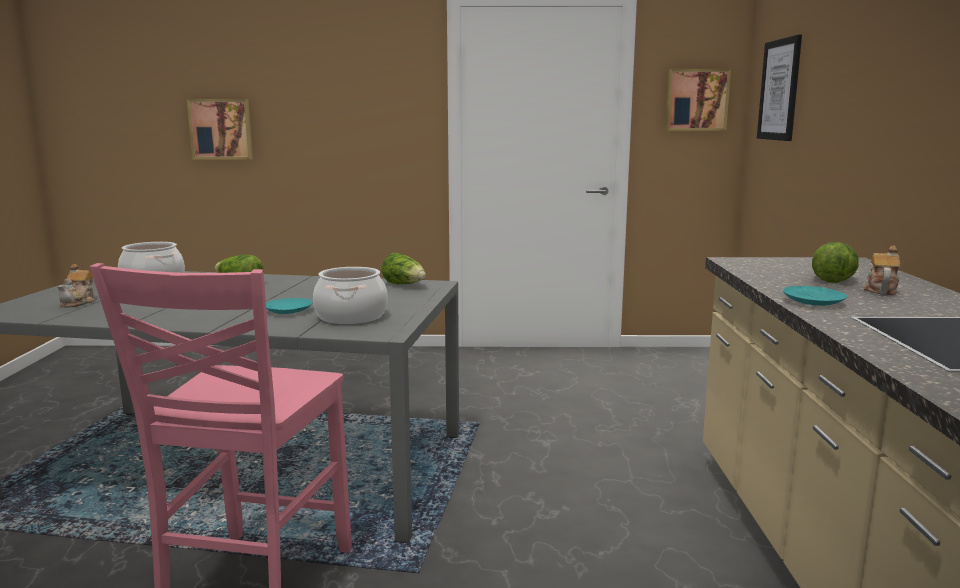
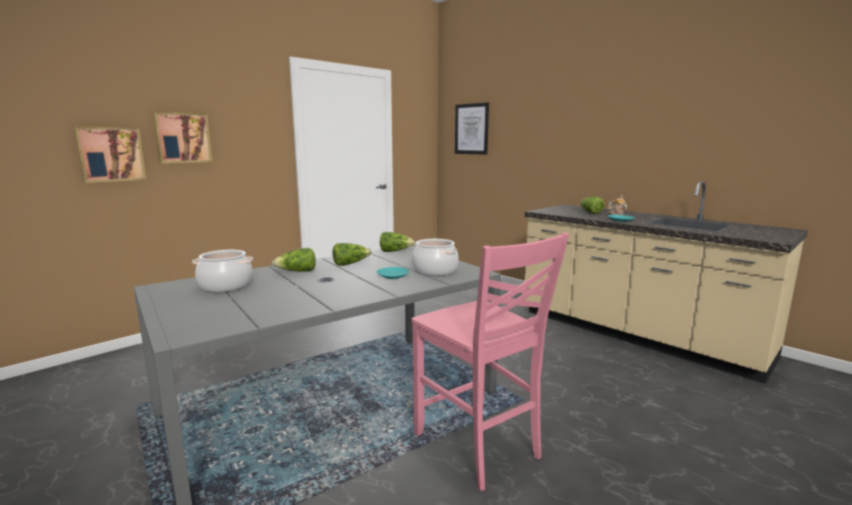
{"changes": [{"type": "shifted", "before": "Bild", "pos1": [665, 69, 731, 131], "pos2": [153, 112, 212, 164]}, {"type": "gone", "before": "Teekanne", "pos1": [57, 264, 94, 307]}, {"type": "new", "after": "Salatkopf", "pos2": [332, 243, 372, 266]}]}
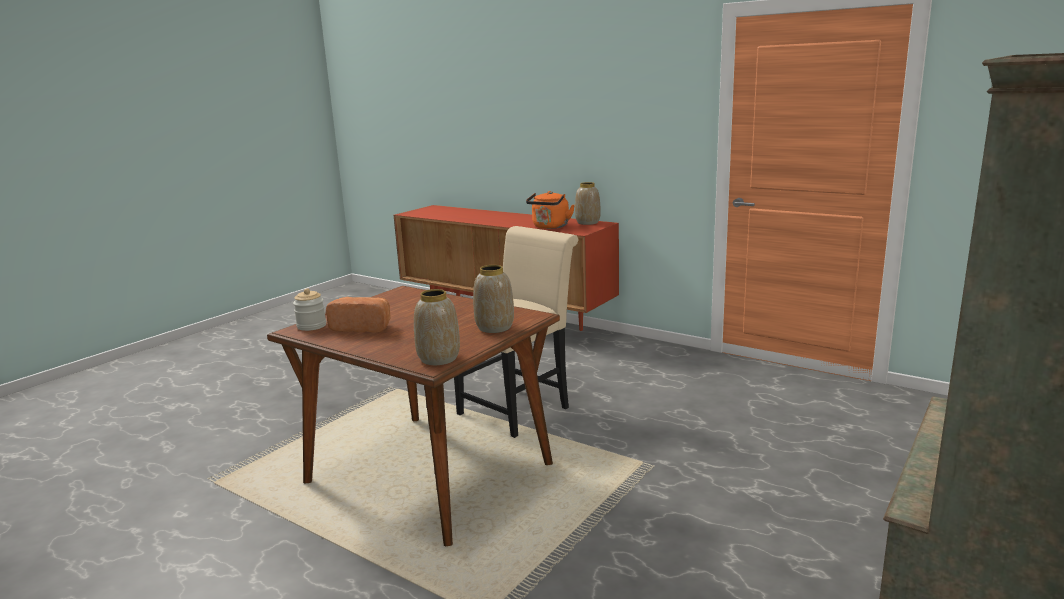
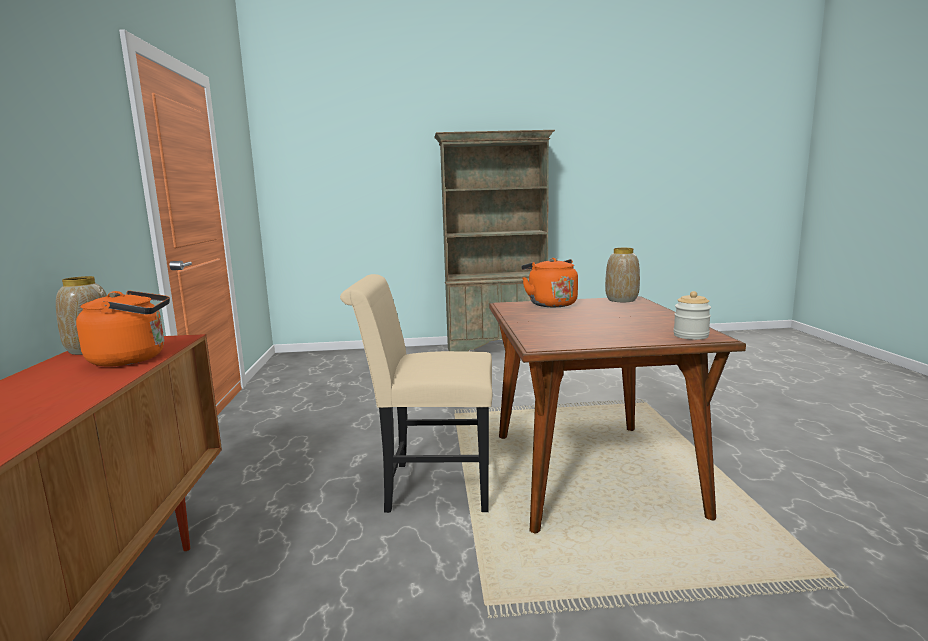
{"changes": [{"type": "swapped", "before": "Vase", "after": "Wasserkessel [orange]", "pos1": [473, 265, 514, 333], "pos2": [521, 258, 578, 307]}, {"type": "gone", "before": "Brot", "pos1": [326, 297, 390, 333]}]}
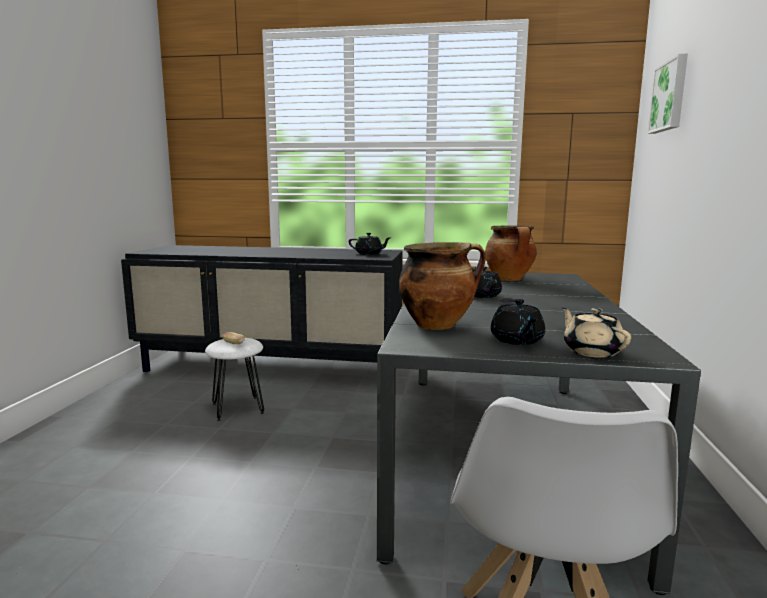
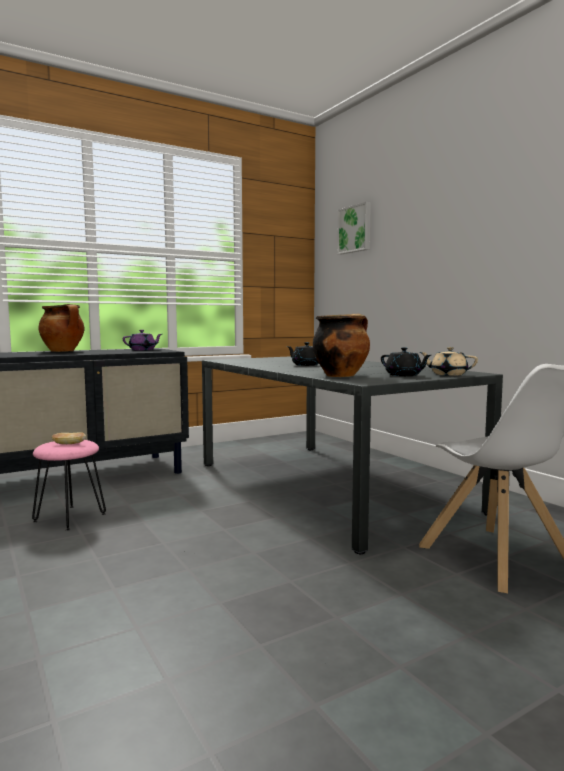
{"changes": [{"type": "shifted", "before": "Kochtopf", "pos1": [485, 225, 537, 281], "pos2": [38, 304, 85, 352]}, {"type": "repainted", "before": "Teekanne [schwarz]", "after": "Teekanne [lila]", "pos1": [349, 233, 392, 255], "pos2": [123, 330, 162, 351]}, {"type": "repainted", "before": "Hocker [weiß]", "after": "Hocker [rosa]", "pos1": [205, 338, 264, 421], "pos2": [32, 440, 106, 531]}]}
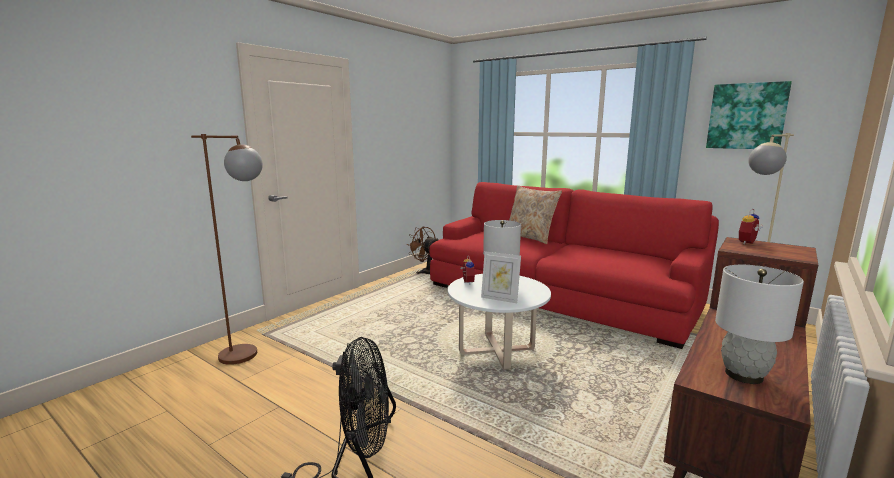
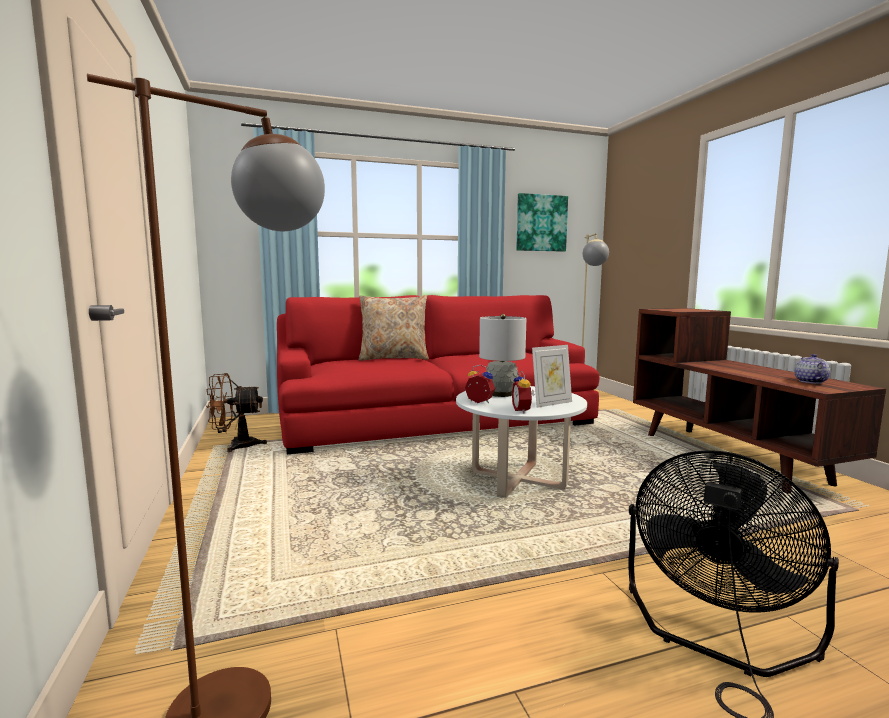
{"changes": [{"type": "shifted", "before": "Wecker", "pos1": [739, 209, 763, 244], "pos2": [512, 371, 535, 413]}, {"type": "swapped", "before": "Tischlampe [weiß]", "after": "Teekanne", "pos1": [715, 265, 804, 384], "pos2": [794, 354, 830, 384]}]}
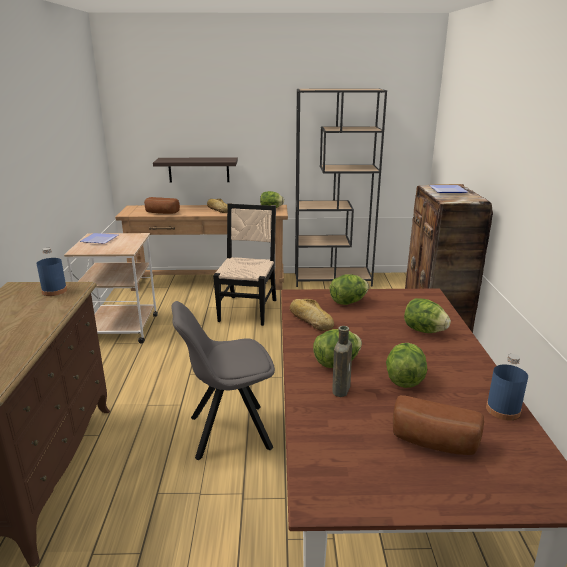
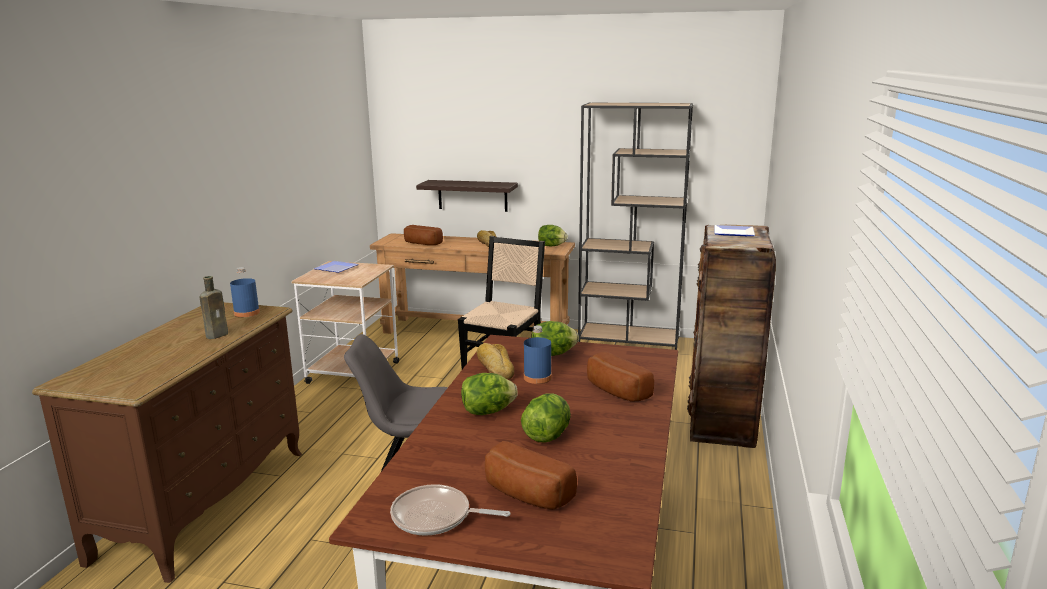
{"changes": [{"type": "swapped", "before": "Salatkopf", "after": "Brot", "pos1": [404, 298, 451, 333], "pos2": [587, 351, 654, 402]}, {"type": "shifted", "before": "Flasche [braun]", "pos1": [333, 326, 352, 397], "pos2": [200, 276, 228, 339]}, {"type": "shifted", "before": "Flasche [blau]", "pos1": [486, 354, 528, 420], "pos2": [524, 325, 552, 384]}, {"type": "new", "after": "Pfanne", "pos2": [390, 484, 510, 536]}]}
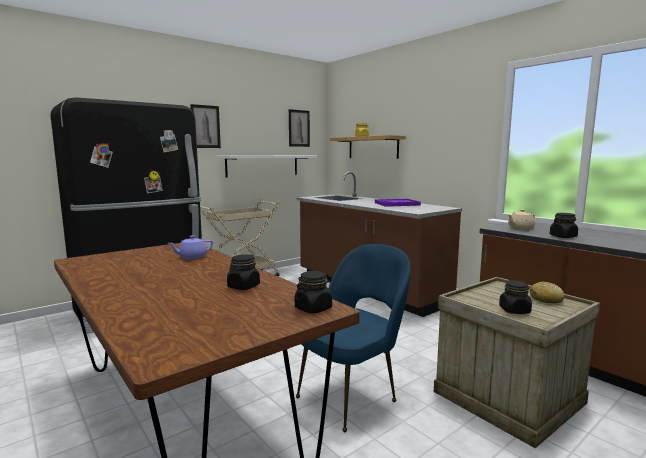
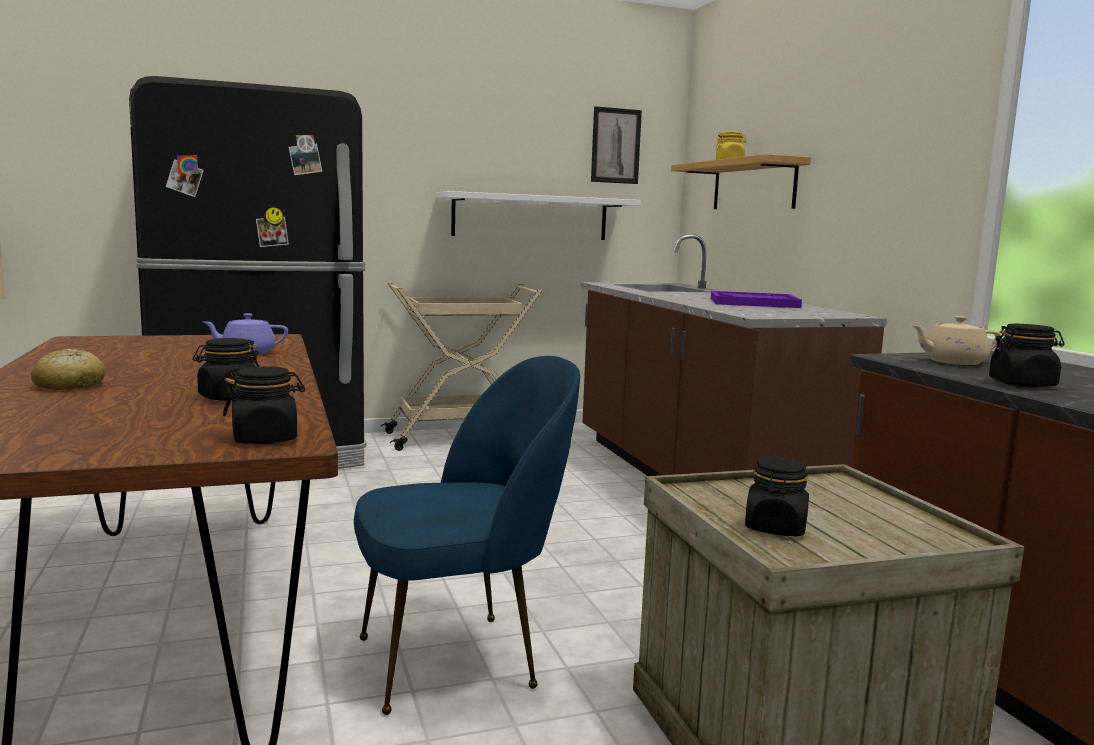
{"changes": [{"type": "gone", "before": "Bild", "pos1": [190, 104, 221, 148]}, {"type": "shifted", "before": "Brot", "pos1": [530, 281, 565, 303], "pos2": [31, 348, 106, 390]}]}
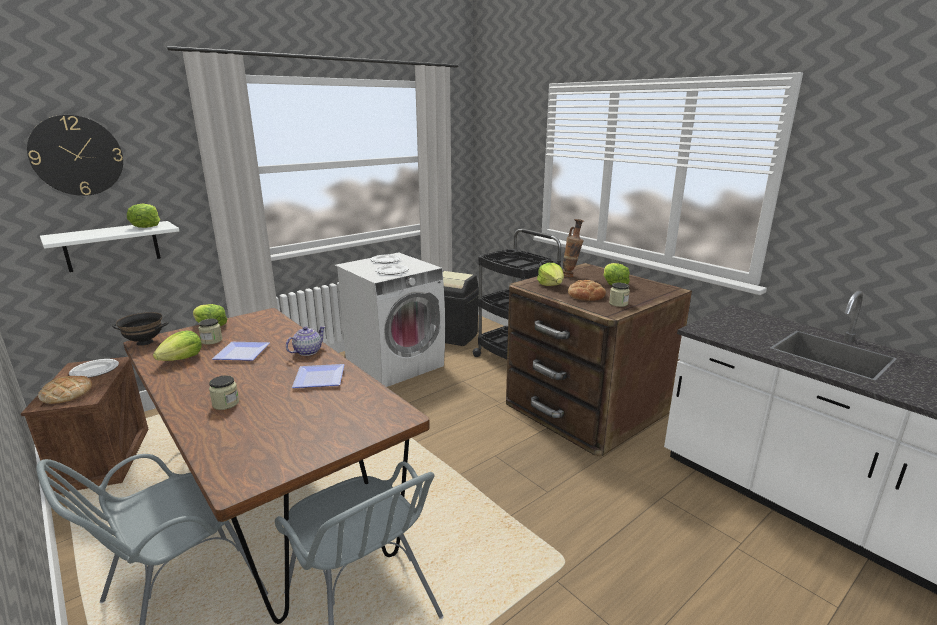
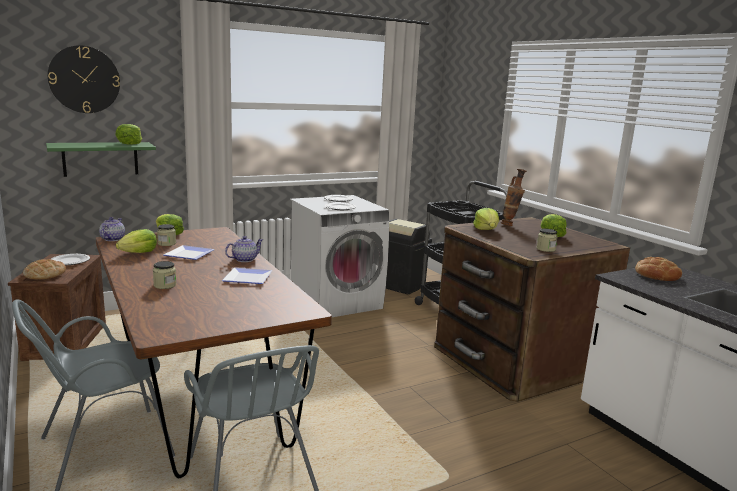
{"changes": [{"type": "repainted", "before": "Wandregal [weiß]", "after": "Wandregal [grün]", "pos1": [40, 221, 179, 272], "pos2": [46, 142, 156, 177]}, {"type": "shifted", "before": "Brot", "pos1": [568, 280, 606, 301], "pos2": [635, 257, 682, 281]}, {"type": "swapped", "before": "Schüssel [schwarz]", "after": "Teekanne", "pos1": [112, 312, 169, 346], "pos2": [99, 217, 125, 241]}]}
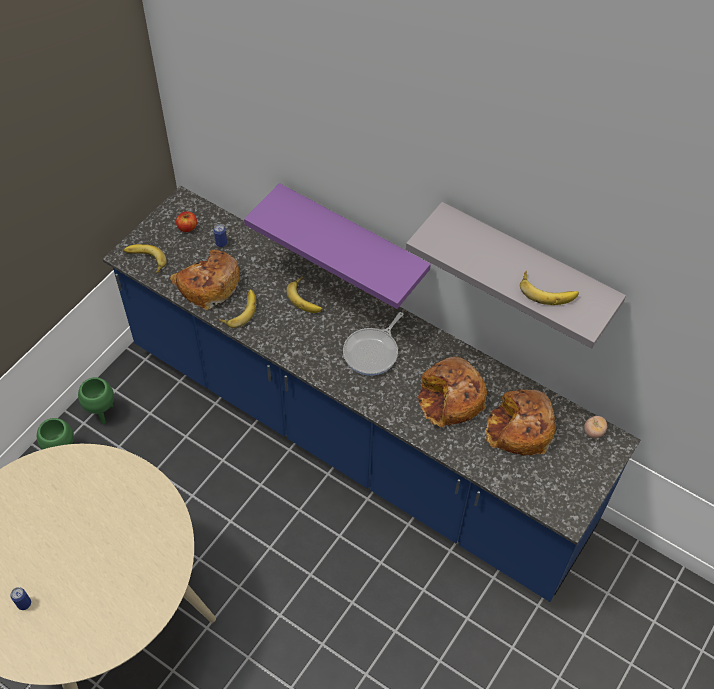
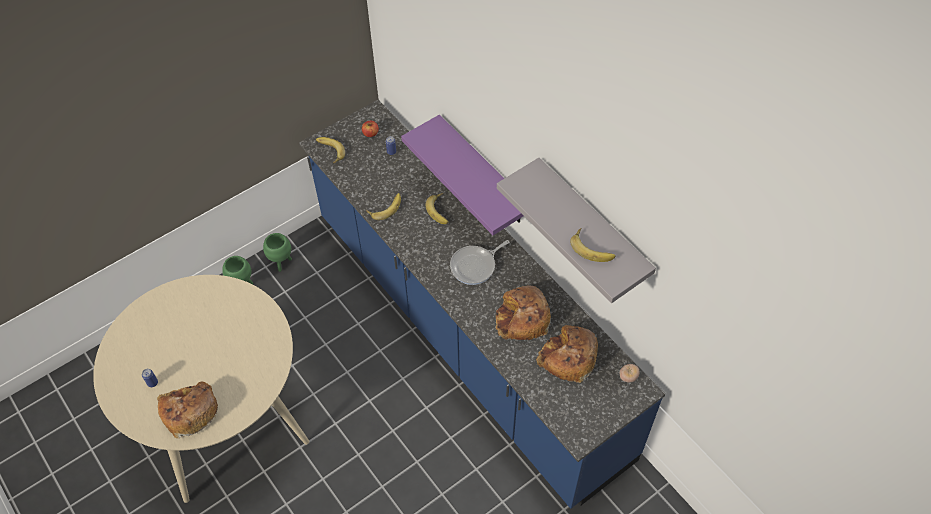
{"changes": [{"type": "shifted", "before": "Brot", "pos1": [170, 249, 240, 310], "pos2": [157, 382, 218, 438]}]}
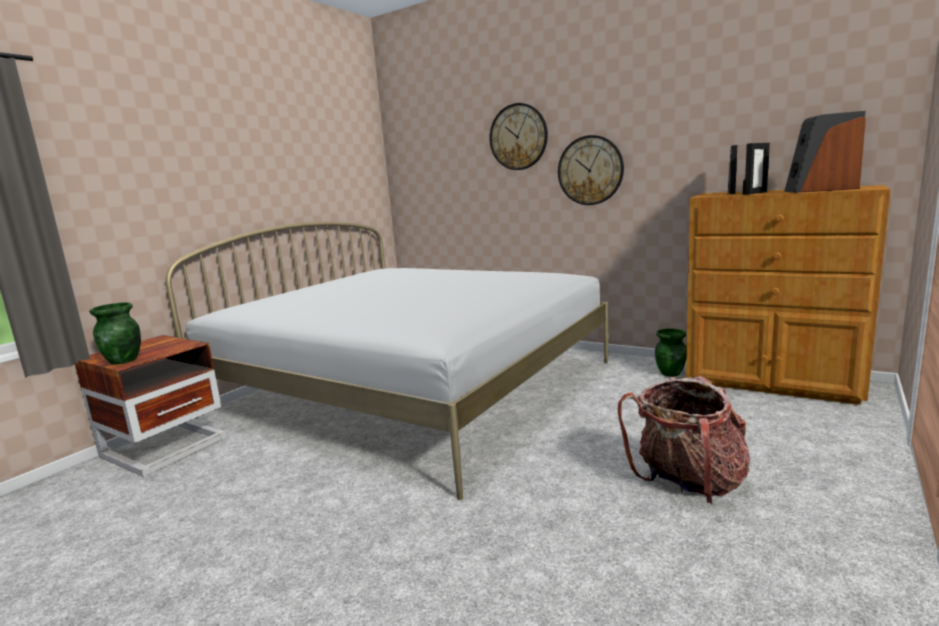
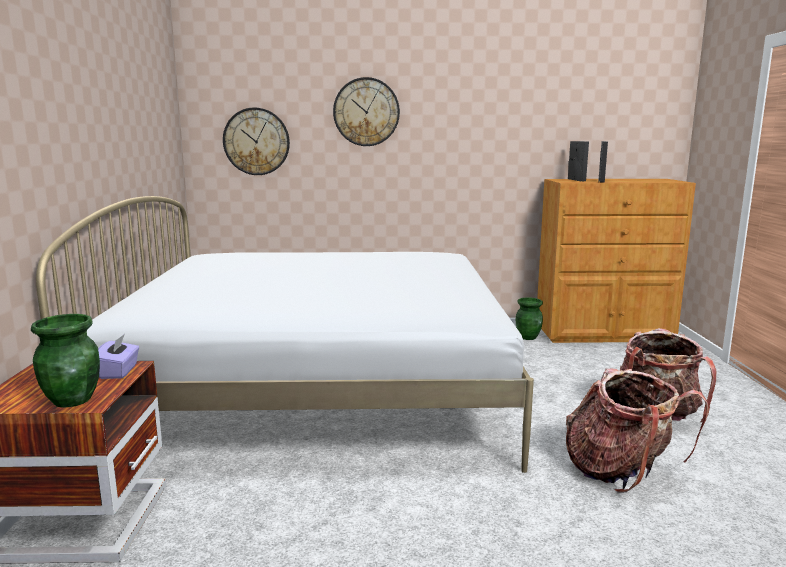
{"changes": [{"type": "gone", "before": "Lautsprecher", "pos1": [784, 111, 866, 193]}, {"type": "shifted", "before": "Wanduhr", "pos1": [558, 135, 624, 205], "pos2": [223, 107, 290, 175]}, {"type": "new", "after": "Taschentuchbox [lila]", "pos2": [98, 334, 139, 379]}, {"type": "new", "after": "Rucksack", "pos2": [566, 368, 709, 493]}]}
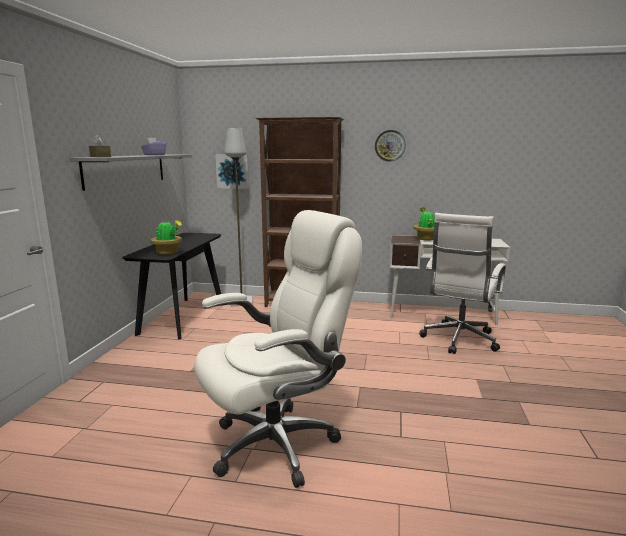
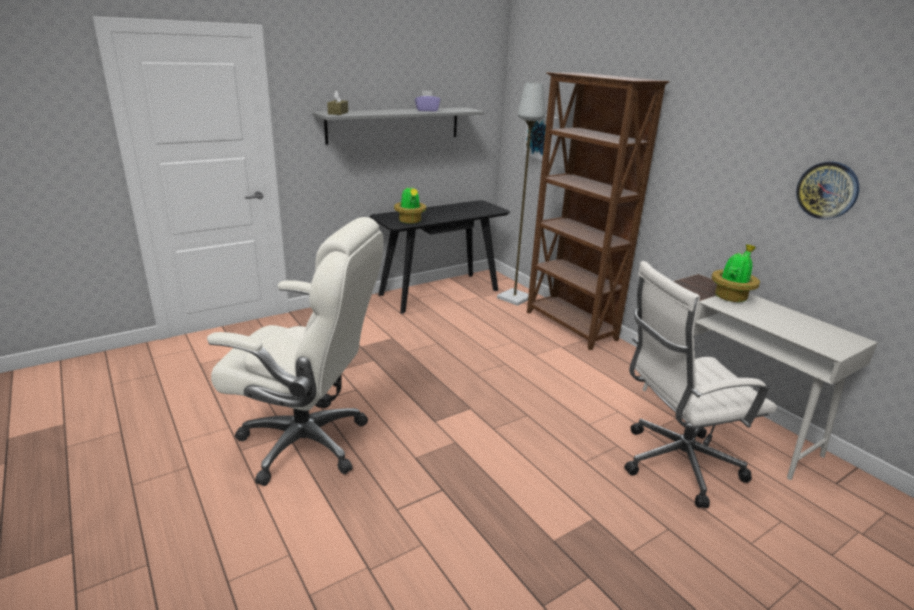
{"changes": [{"type": "shifted", "before": "Wanduhr", "pos1": [375, 130, 406, 162], "pos2": [796, 162, 859, 219]}]}
